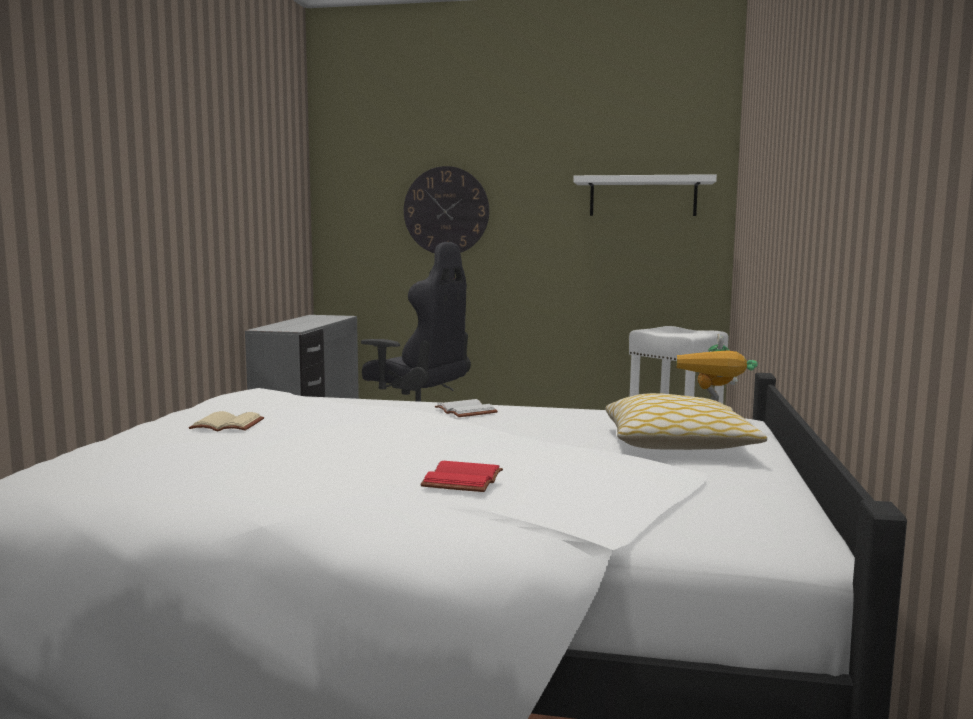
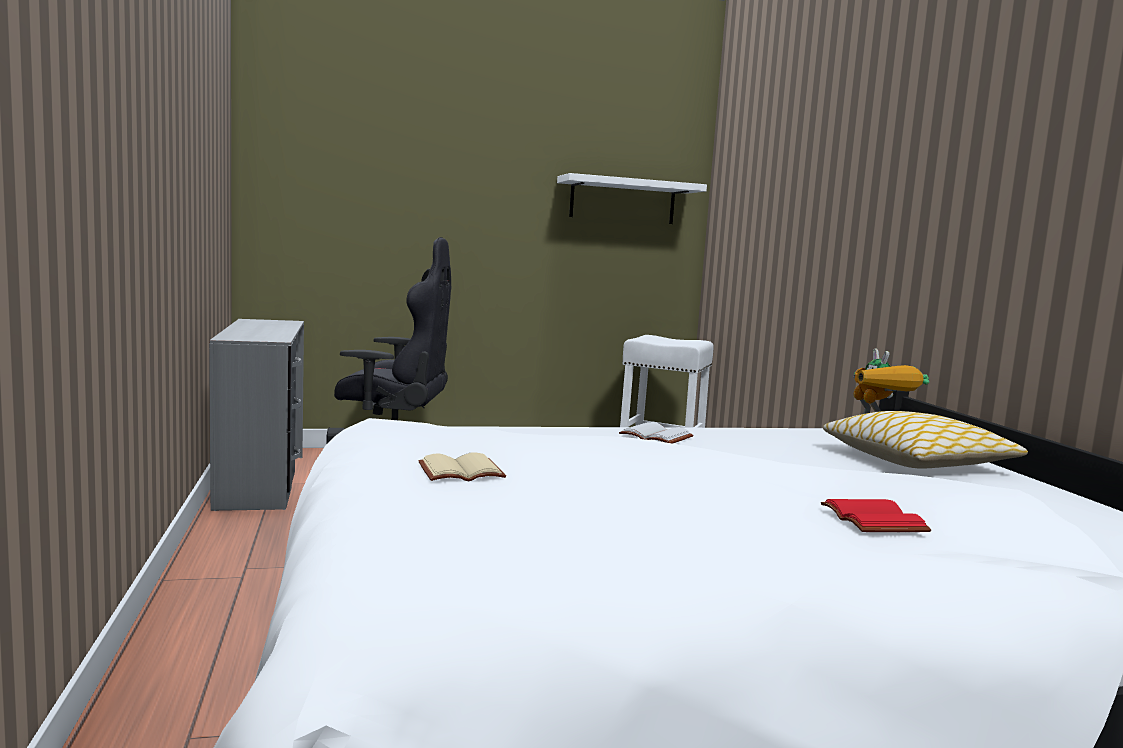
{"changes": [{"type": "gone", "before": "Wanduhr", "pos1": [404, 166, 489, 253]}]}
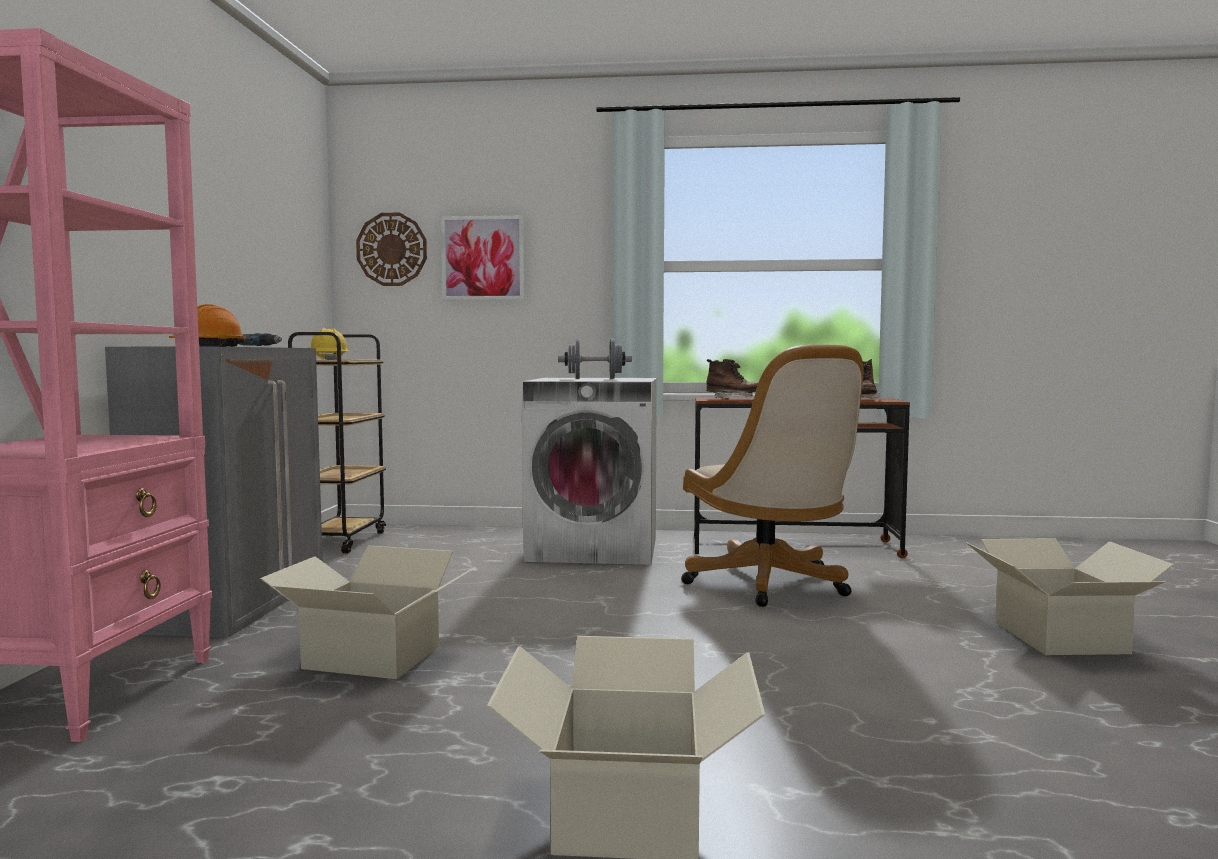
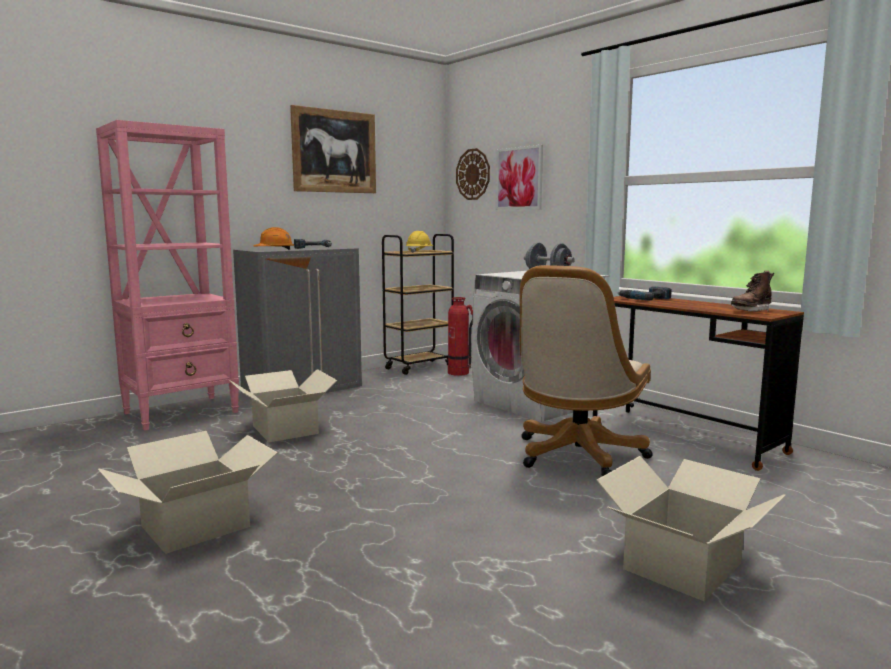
{"changes": [{"type": "swapped", "before": "Stiefel [braun]", "after": "Bohrmaschine", "pos1": [706, 359, 759, 398], "pos2": [618, 286, 672, 300]}, {"type": "new", "after": "Bild", "pos2": [290, 105, 376, 193]}, {"type": "new", "after": "Feuerlöscher", "pos2": [448, 297, 473, 376]}]}
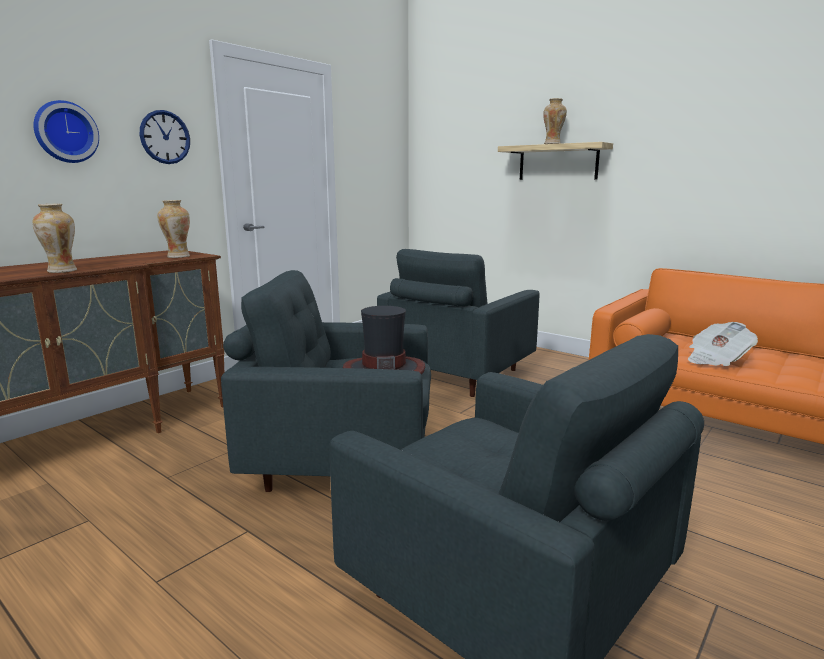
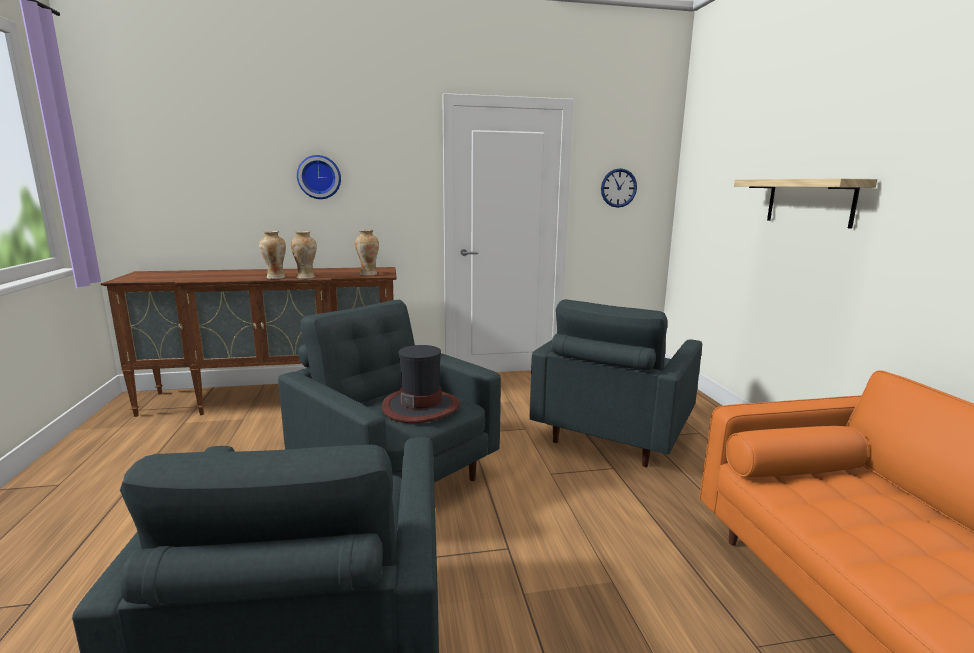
{"changes": [{"type": "shifted", "before": "Vase", "pos1": [543, 98, 567, 144], "pos2": [291, 231, 317, 279]}, {"type": "shifted", "before": "Wanduhr", "pos1": [140, 110, 190, 164], "pos2": [601, 168, 637, 208]}, {"type": "rotated", "before": "Sessel [grau]", "pos1": [377, 249, 540, 397], "pos2": [530, 299, 702, 467], "turn": -45}, {"type": "gone", "before": "Zeitung", "pos1": [688, 322, 758, 366]}]}
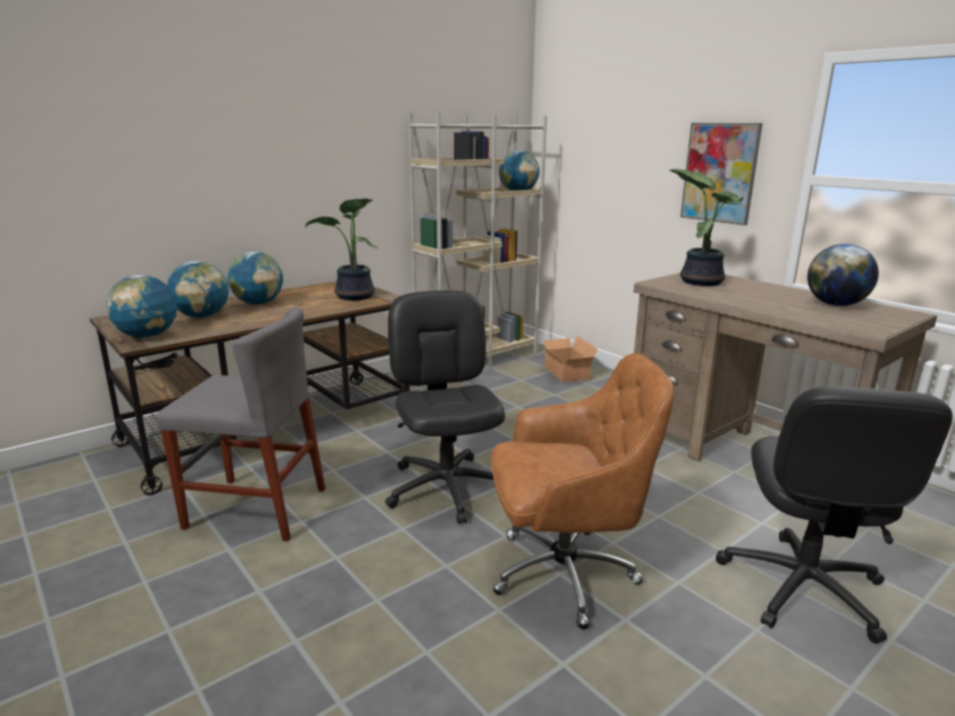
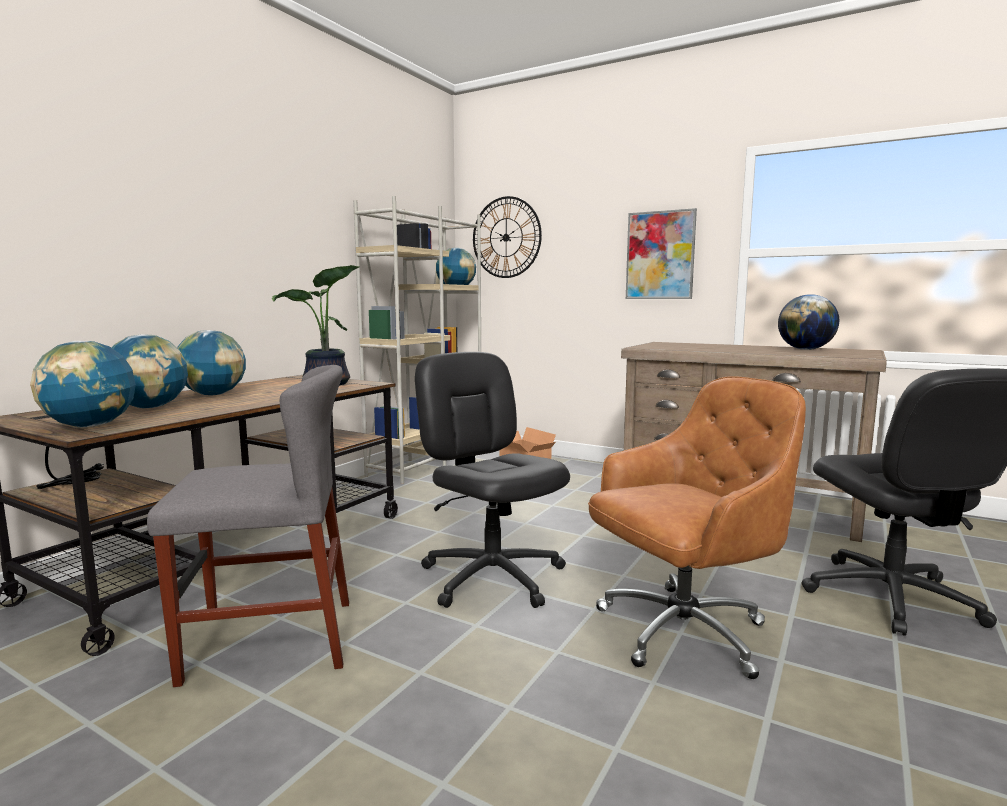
{"changes": [{"type": "gone", "before": "Topfpflanze", "pos1": [670, 169, 743, 286]}, {"type": "new", "after": "Wanduhr", "pos2": [473, 196, 542, 278]}]}
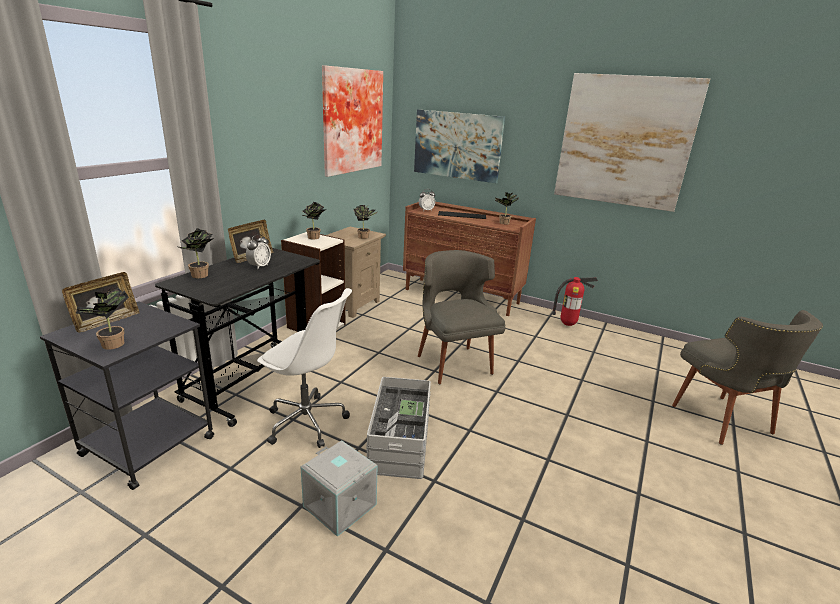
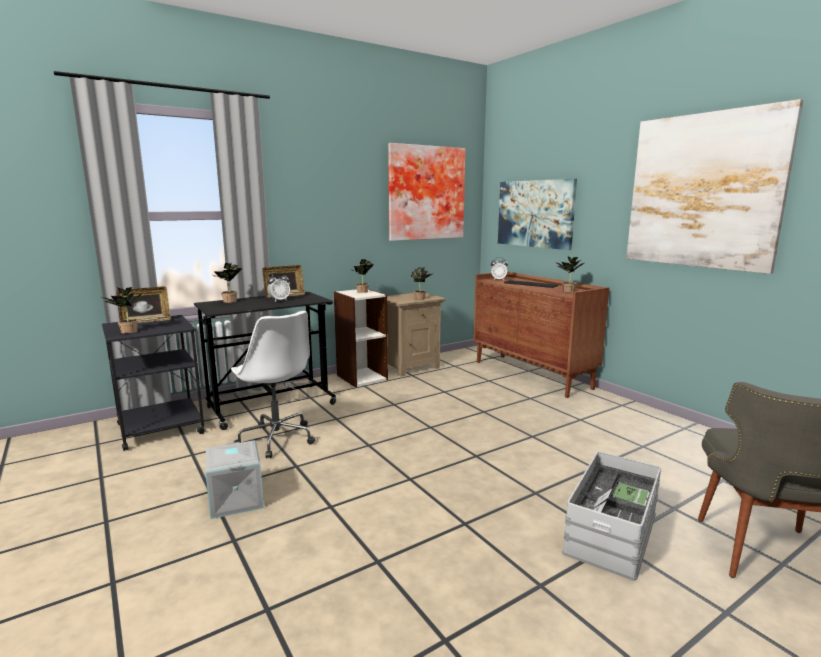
{"changes": [{"type": "gone", "before": "Stuhl [grau]", "pos1": [418, 250, 505, 384]}, {"type": "gone", "before": "Feuerlöscher", "pos1": [552, 277, 598, 326]}, {"type": "shifted", "before": "Aufbewahrungsbox [grau]", "pos1": [366, 377, 431, 479], "pos2": [562, 452, 662, 580]}]}
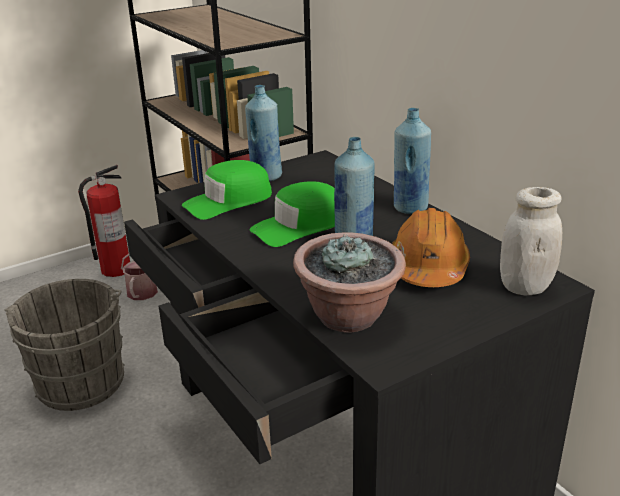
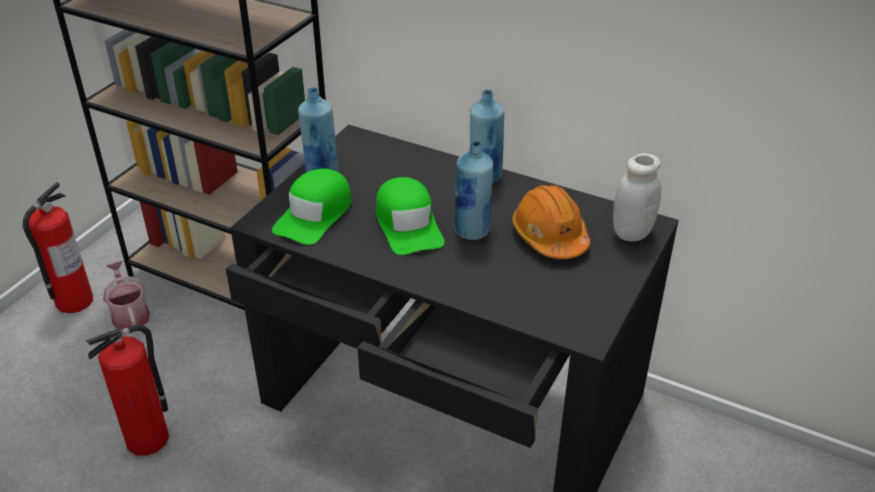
{"changes": [{"type": "rotated", "before": "Kappe [grün]", "pos1": [250, 181, 335, 247], "pos2": [376, 177, 445, 255], "turn": -45}, {"type": "gone", "before": "Topfpflanze", "pos1": [293, 232, 406, 333]}, {"type": "swapped", "before": "Eimer [grau]", "after": "Feuerlöscher", "pos1": [4, 279, 125, 411], "pos2": [86, 325, 169, 456]}]}
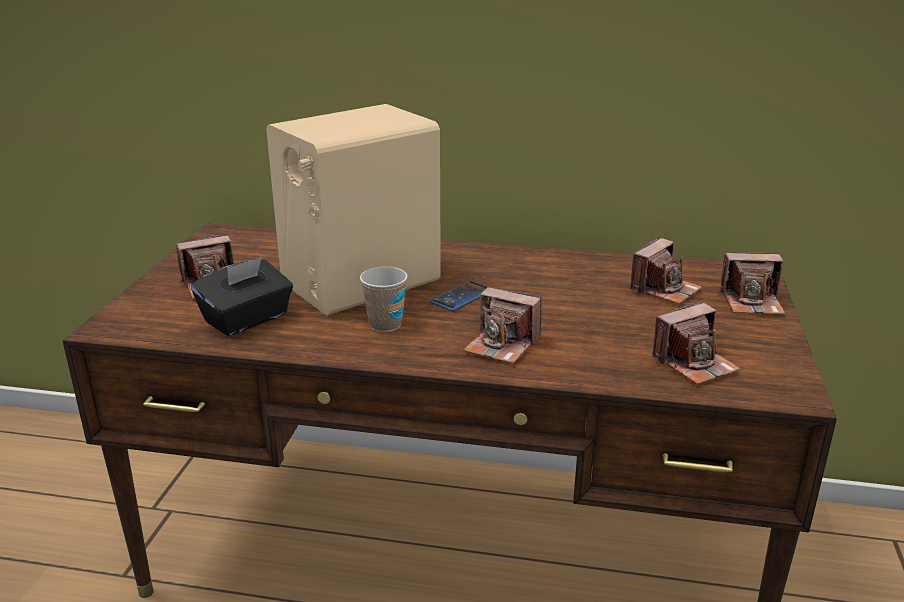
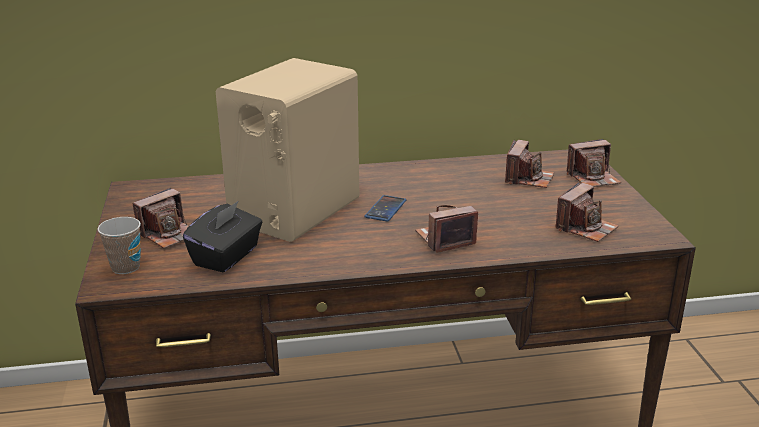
{"changes": [{"type": "shifted", "before": "Tasse", "pos1": [360, 267, 407, 332], "pos2": [98, 217, 141, 274]}, {"type": "rotated", "before": "Kamera", "pos1": [463, 287, 542, 364], "pos2": [415, 205, 478, 253], "turn": 150}]}
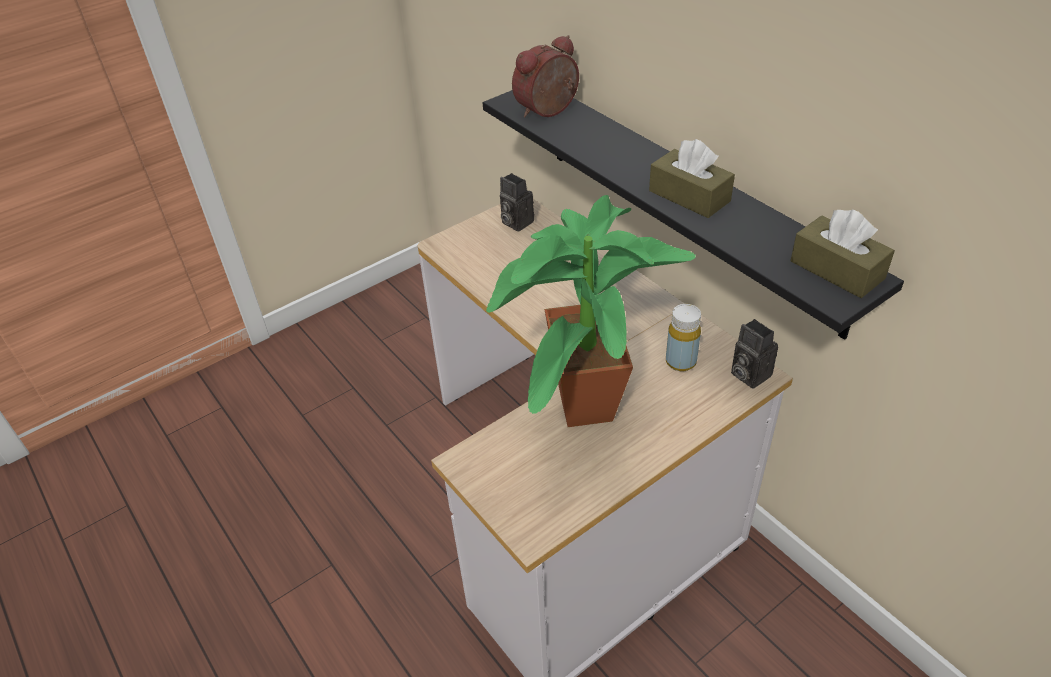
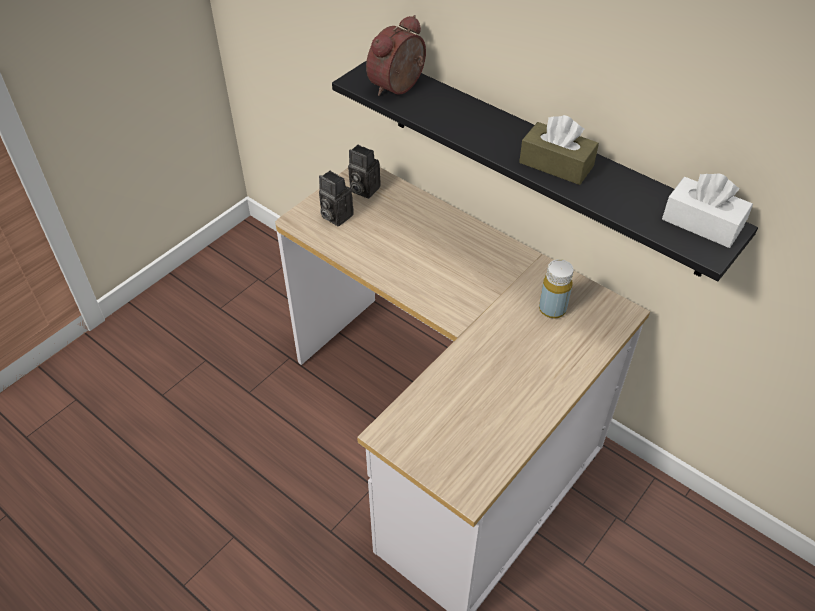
{"changes": [{"type": "gone", "before": "Topfpflanze", "pos1": [486, 195, 695, 427]}, {"type": "repainted", "before": "Taschentuchbox [braun]", "after": "Taschentuchbox [weiß]", "pos1": [790, 210, 895, 298], "pos2": [662, 173, 753, 248]}, {"type": "shifted", "before": "Kamera", "pos1": [731, 319, 778, 389], "pos2": [319, 171, 354, 226]}]}
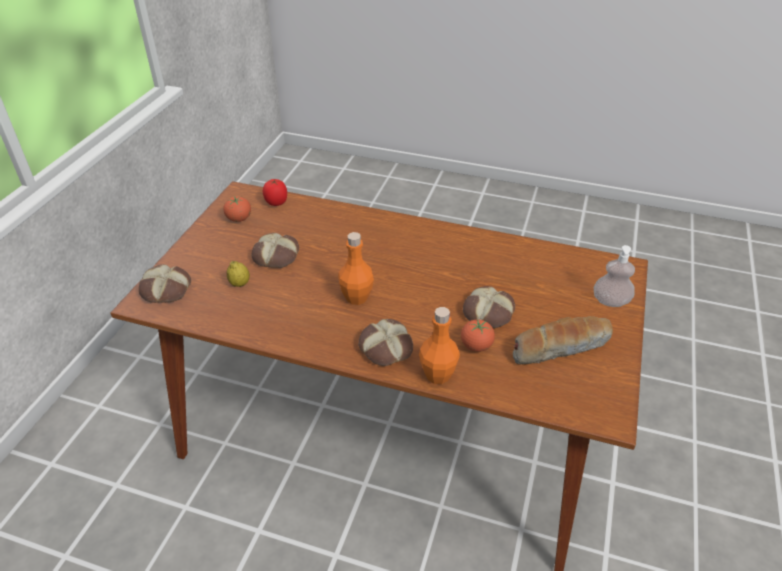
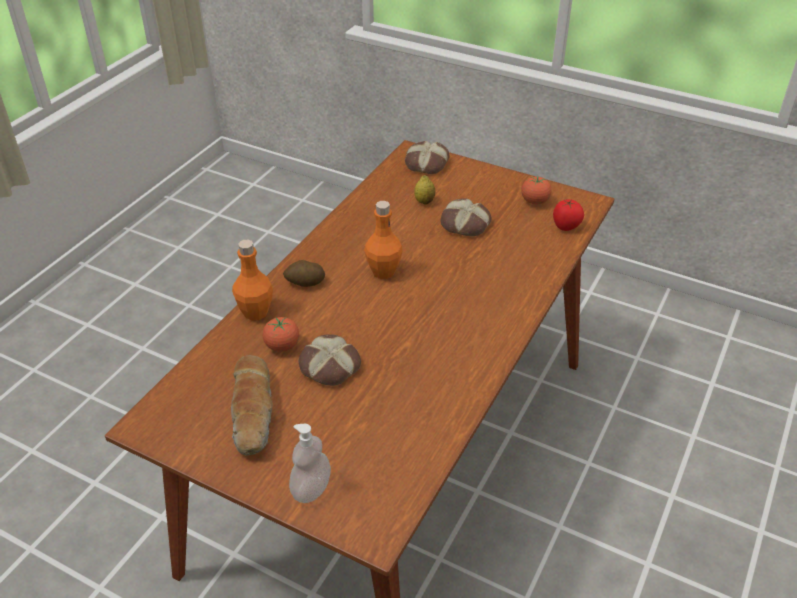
{"changes": [{"type": "swapped", "before": "Brot", "after": "Kartoffel", "pos1": [358, 319, 413, 366], "pos2": [283, 260, 325, 287]}]}
